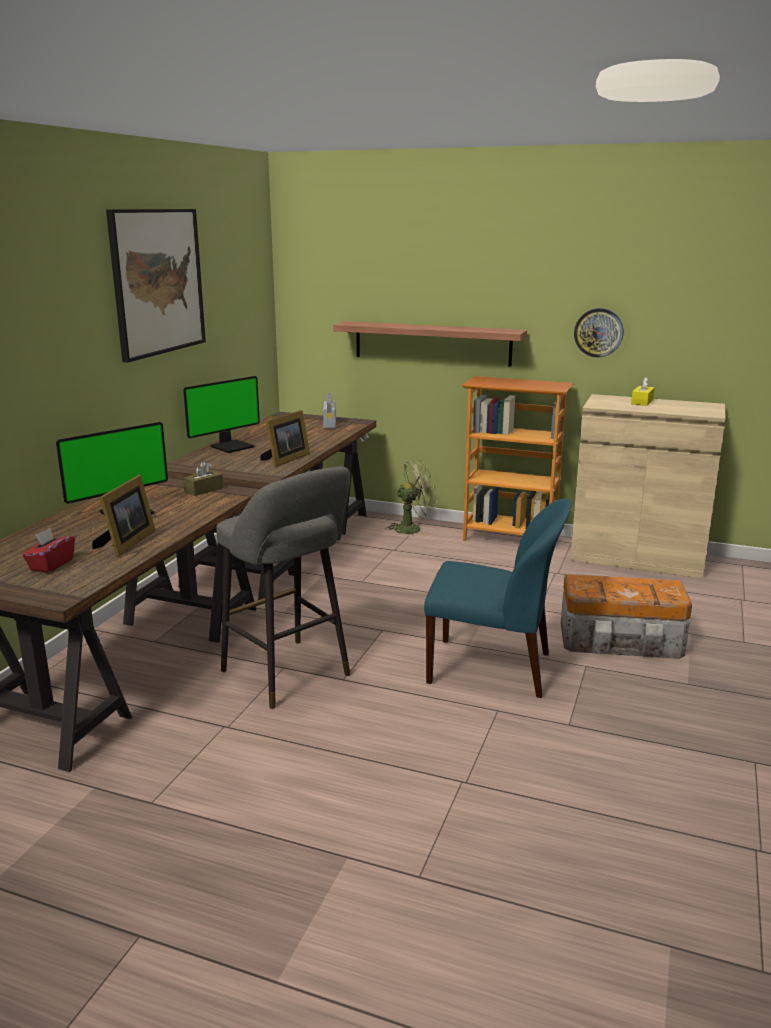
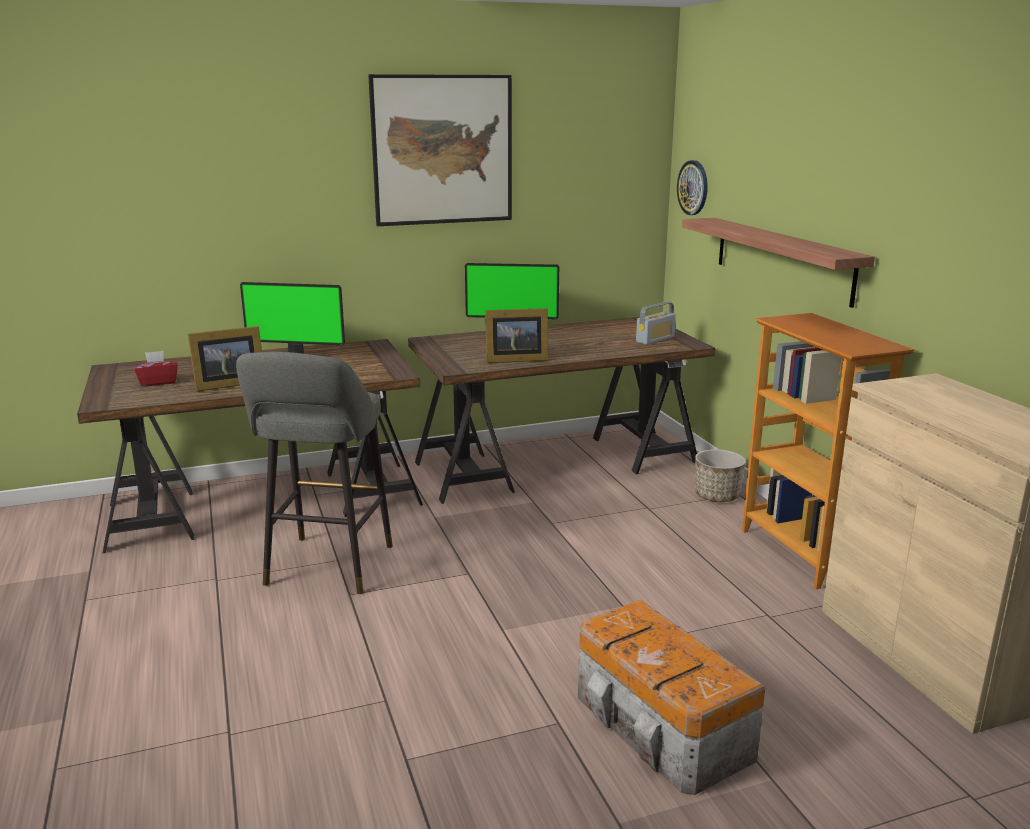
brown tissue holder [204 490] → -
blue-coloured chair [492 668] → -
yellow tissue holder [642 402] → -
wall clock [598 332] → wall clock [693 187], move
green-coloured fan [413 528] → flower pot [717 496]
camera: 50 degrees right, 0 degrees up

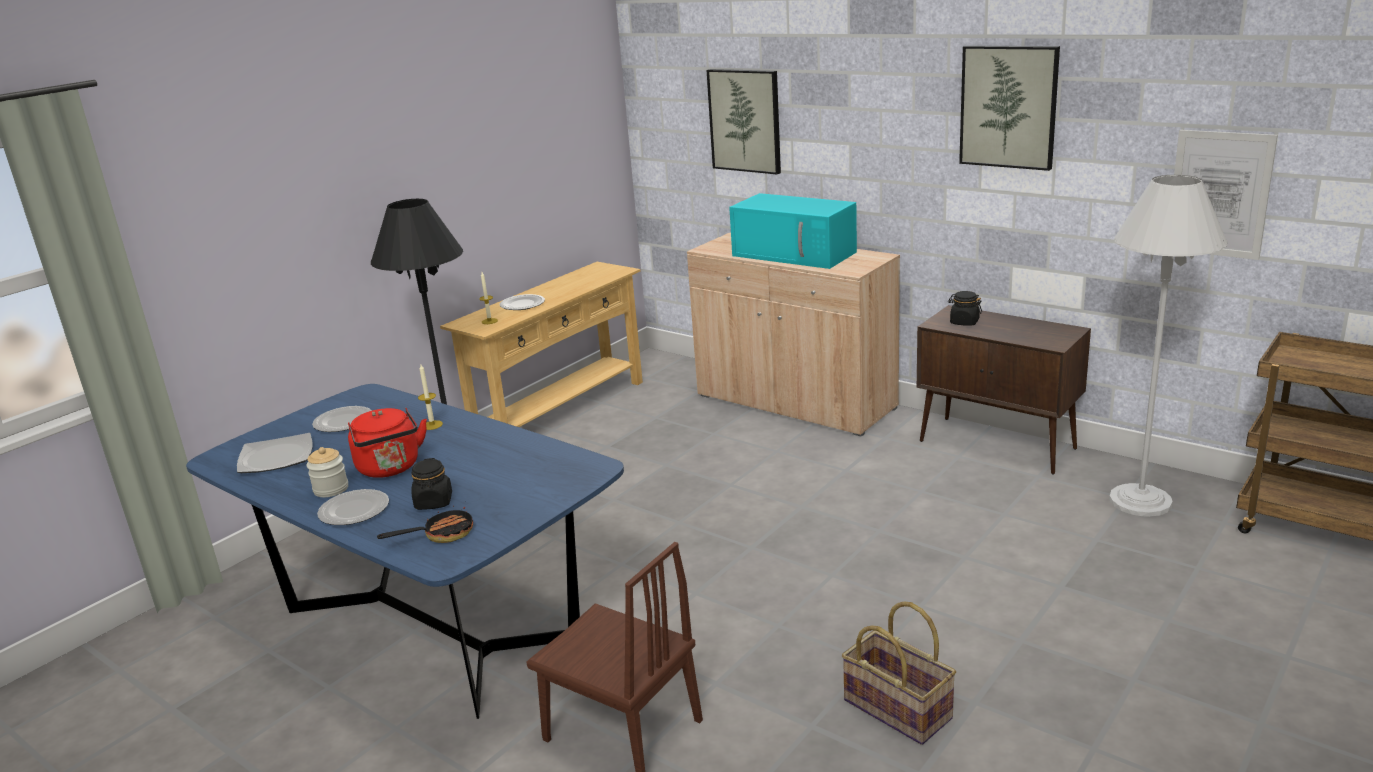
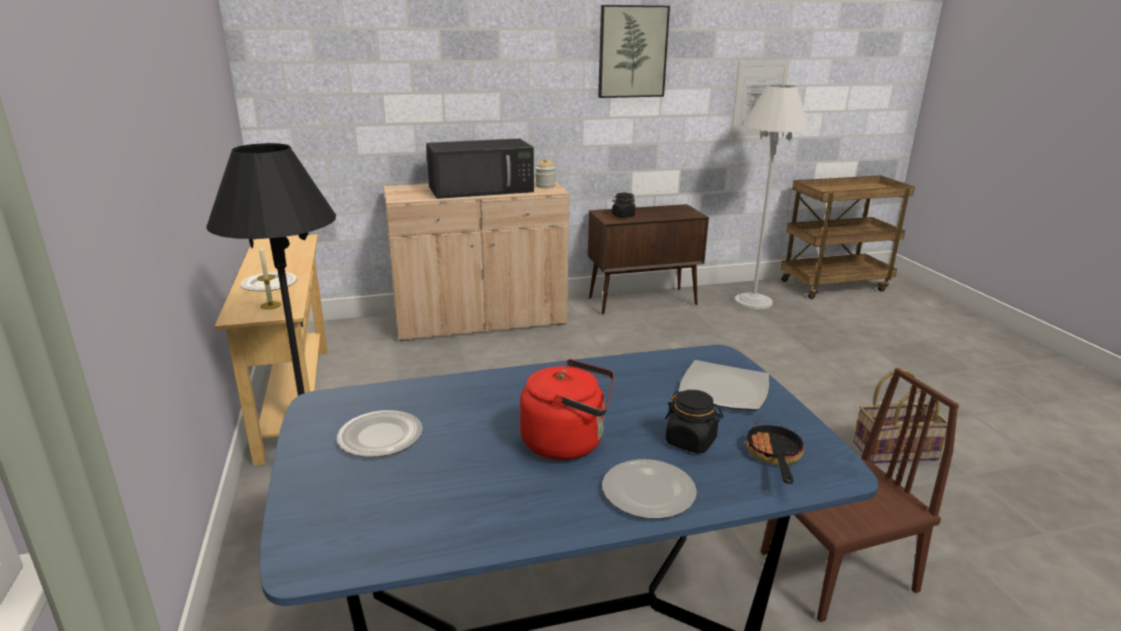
candle [432 425] → -
wall art [745 120] → -
flat dish [277 457] → flat dish [725 389], move
preserve jar [331 489] → preserve jar [545 186], move
blue-green microwave oven [795 254] → black-coloured microwave oven [482 189]
camera: 55 degrees left, 0 degrees up

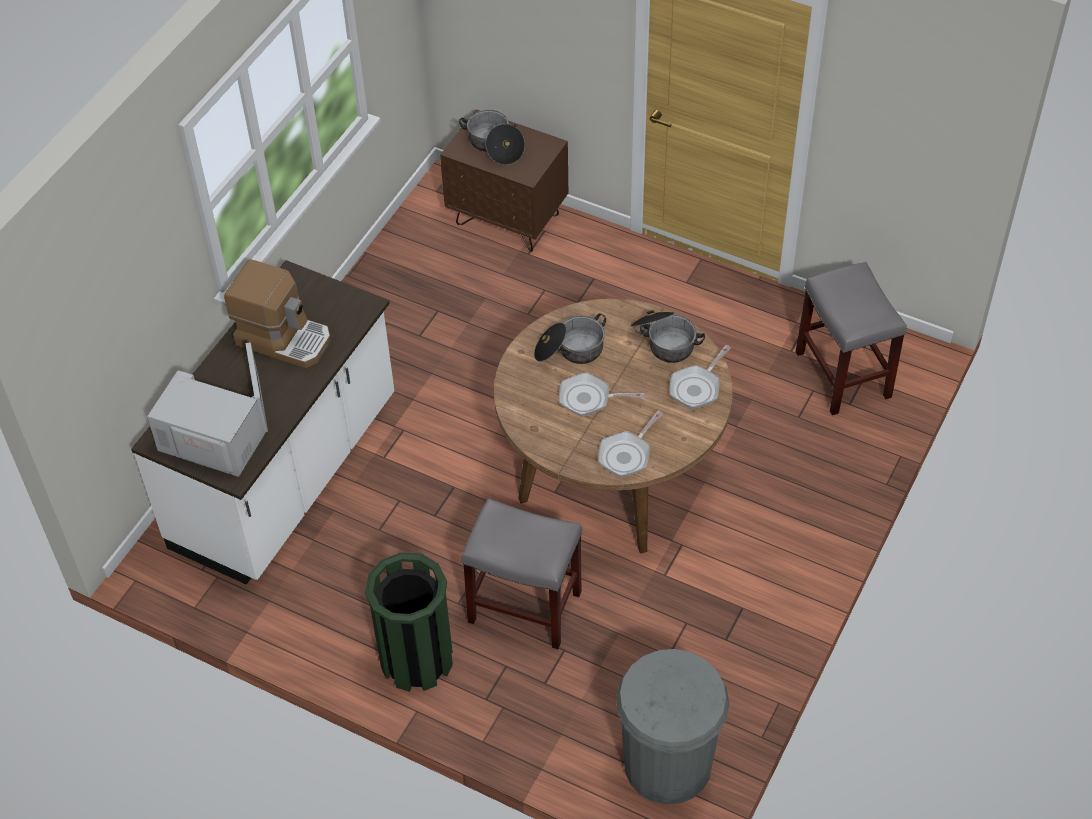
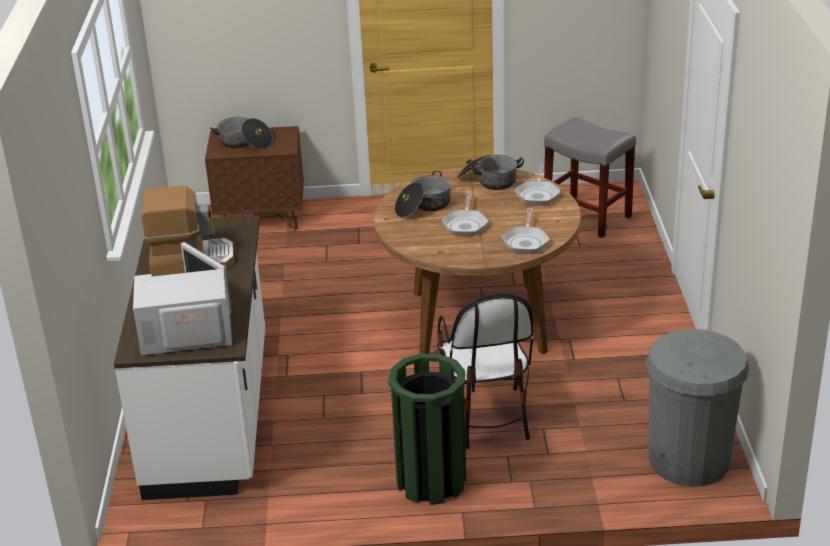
grey stool seat [523 607] → chair [486 417]
skillet [589 399] → skillet [465 224], 60 degrees counterclockwise
camera: 30 degrees left, 20 degrees down

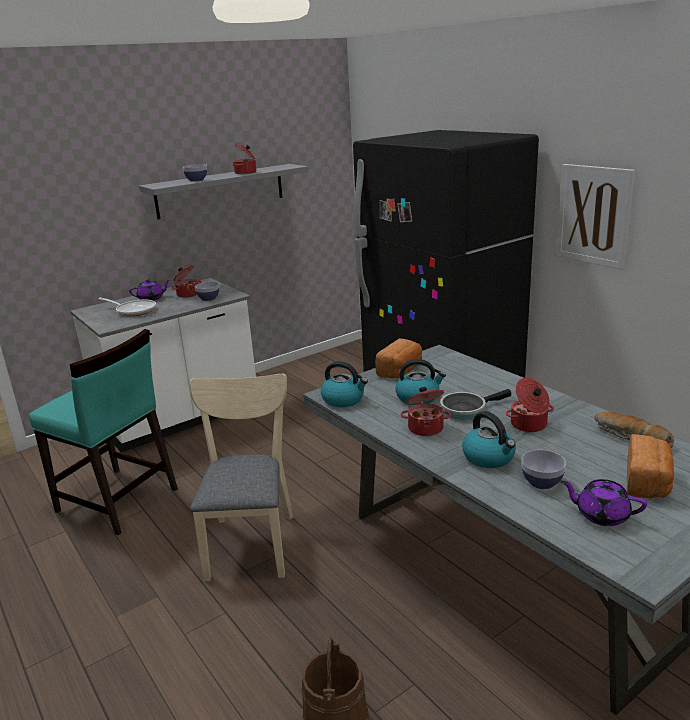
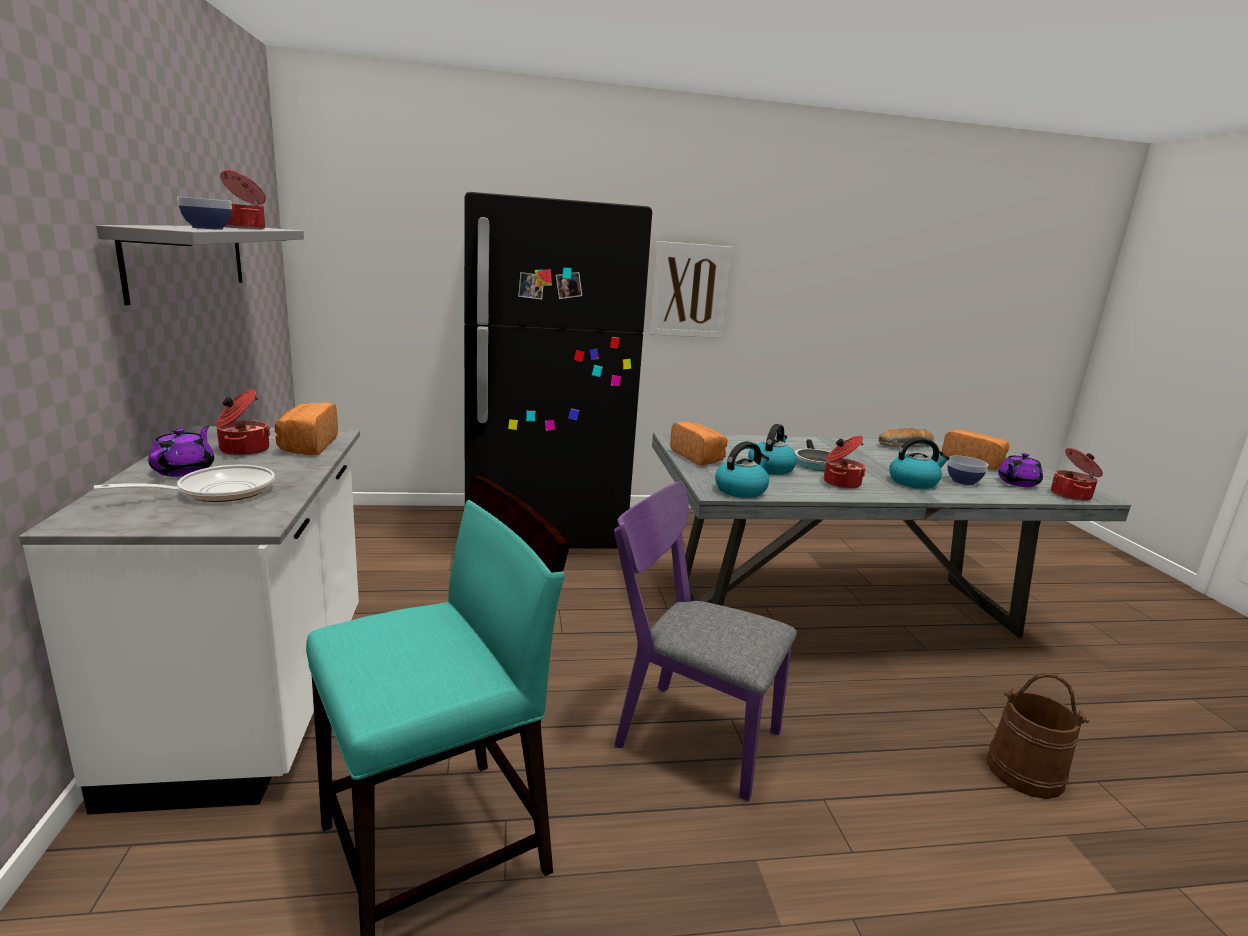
stockpot [529 425] → stockpot [1072 495], move
bowl [208 298] → bread [307 446]
beige chair [251 540] → purple chair [686 732]
camera: 65 degrees left, 5 degrees down

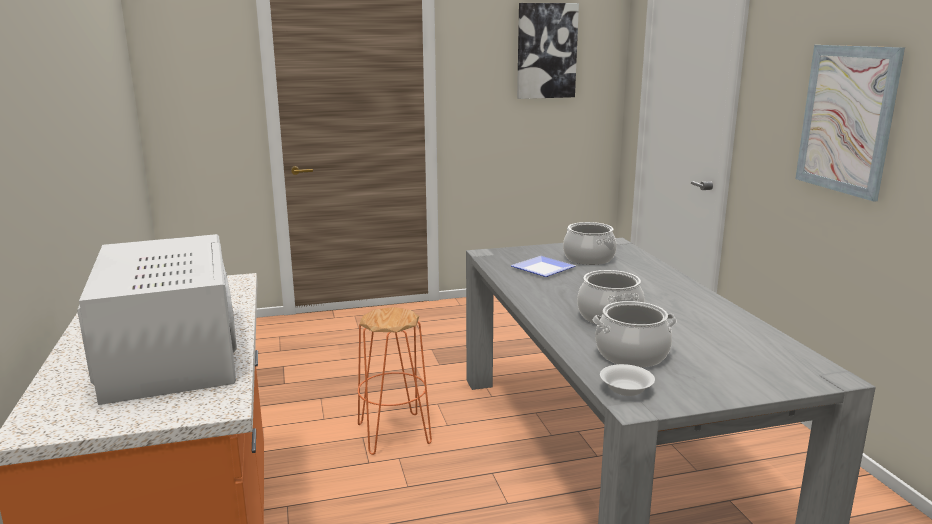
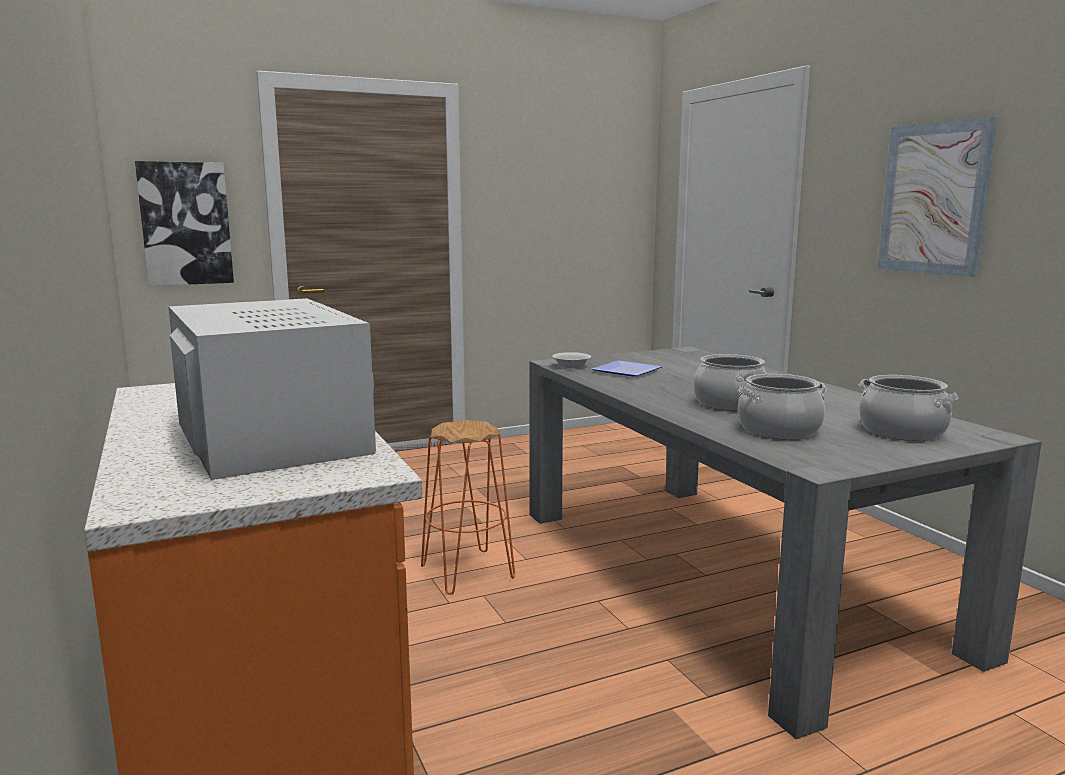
wall art [546 51] → wall art [186 224], move
stockpot [589 258] → stockpot [902 431], move
white bowl [625 389] → white bowl [571 366], move
camera: 10 degrees left, 5 degrees down

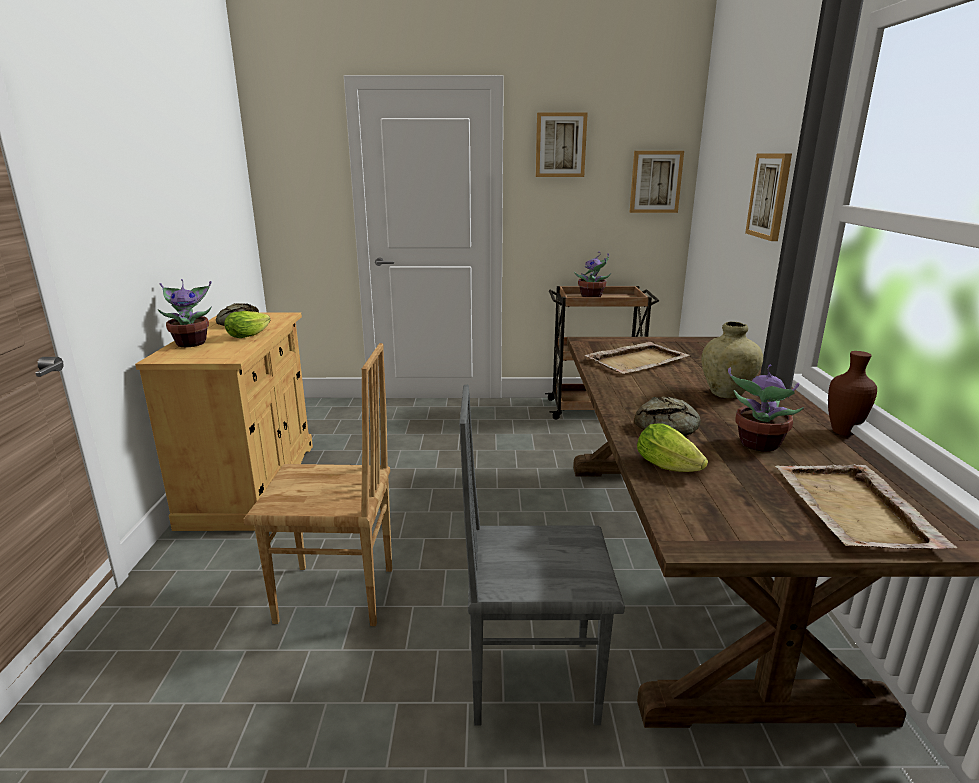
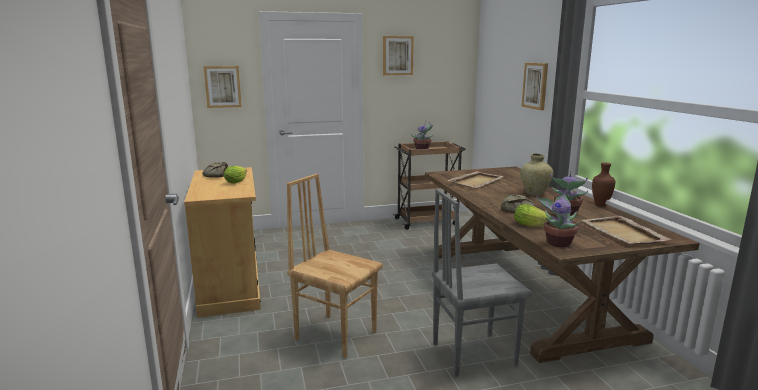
houseplant [192 343] → houseplant [557 242], move
wall art [655 182] → wall art [223 86], move
brown chair [336 596] → brown chair [336 334], 135 degrees counterclockwise
camera: 15 degrees left, 5 degrees down

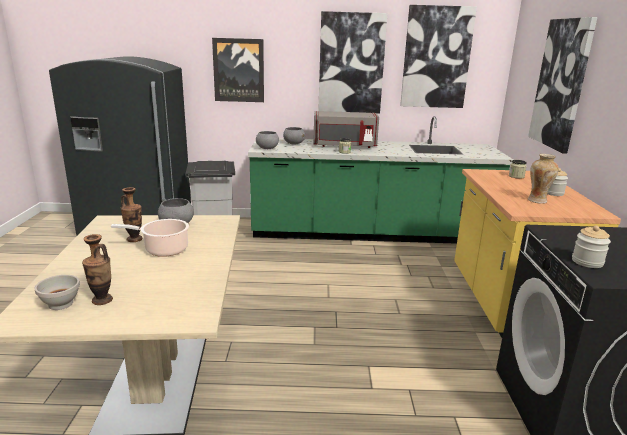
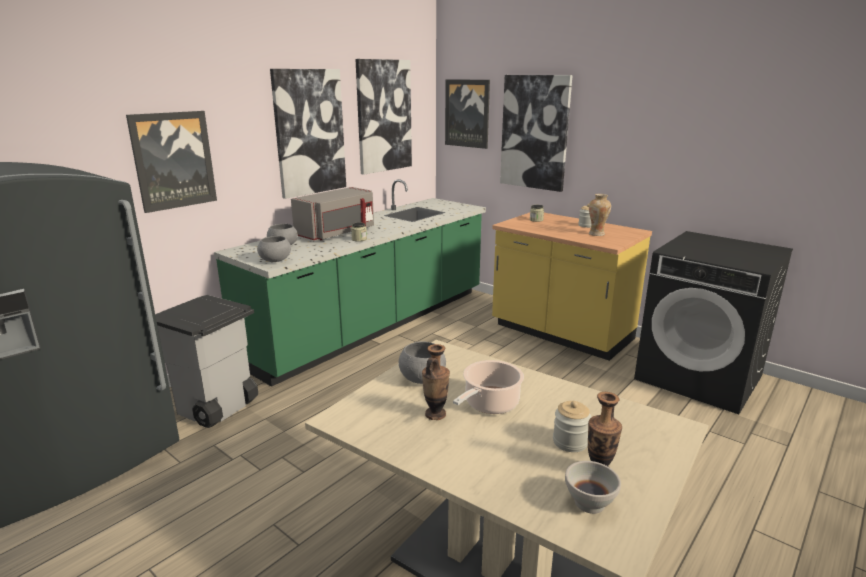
- → wall art [467 113]
preserve jar [587 262] → preserve jar [570 442], move
camera: 50 degrees left, 0 degrees up

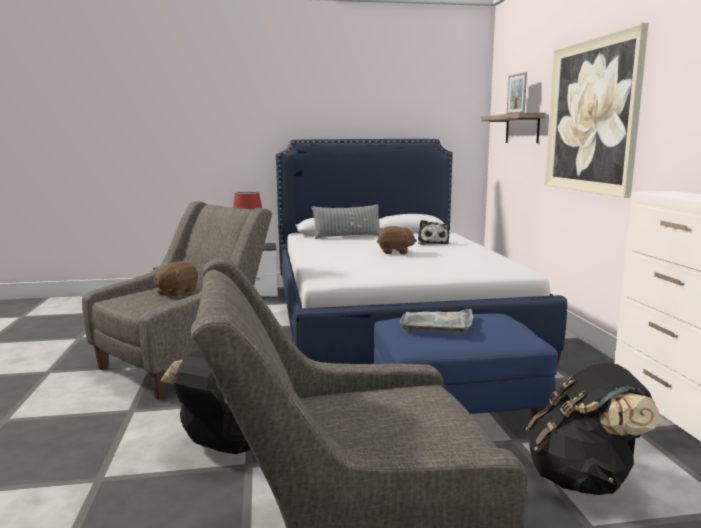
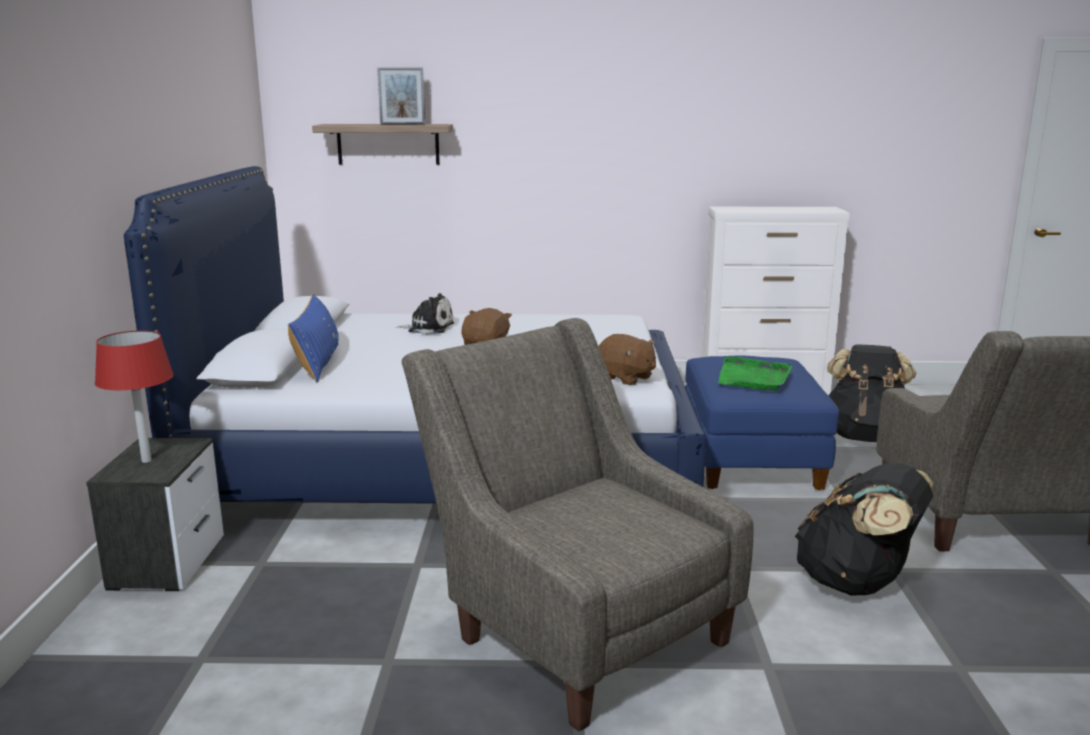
wall art [591 116] → -
brown plush toy [176 292] → brown plush toy [625 378], move
grey throw pillow [347 236] → blue-coloured throw pillow [318 362]
grey serving tray [437 323] → green-coloured serving tray [753 377]
camera: 80 degrees left, 5 degrees up

